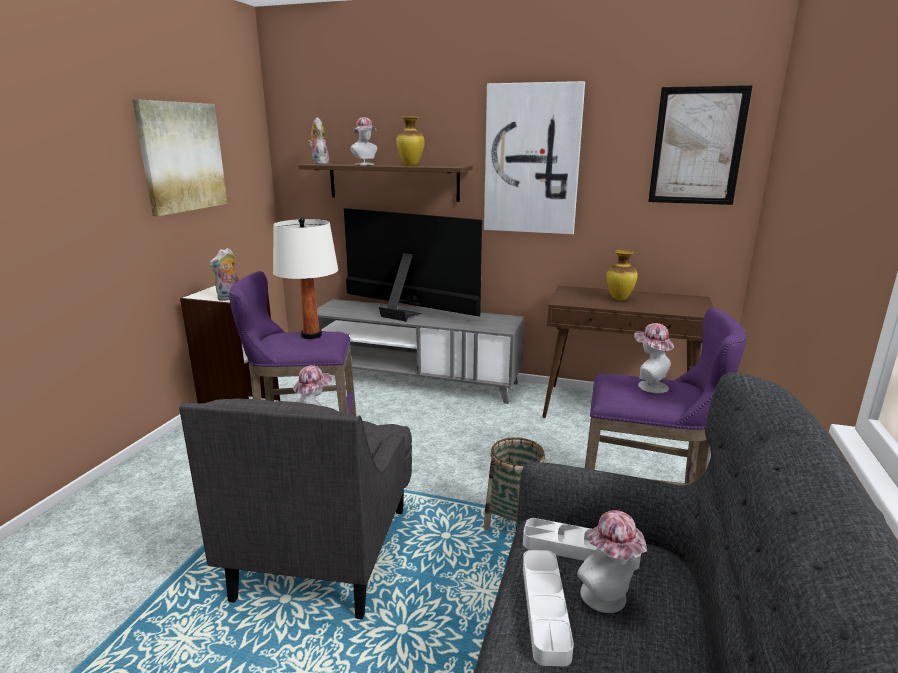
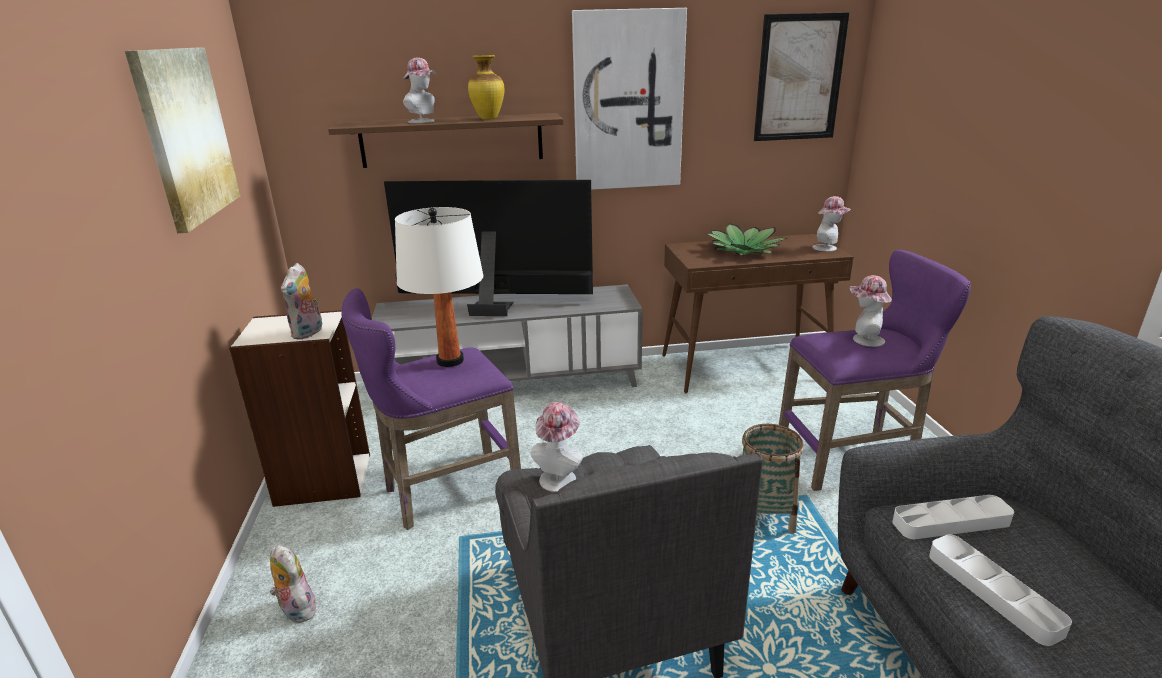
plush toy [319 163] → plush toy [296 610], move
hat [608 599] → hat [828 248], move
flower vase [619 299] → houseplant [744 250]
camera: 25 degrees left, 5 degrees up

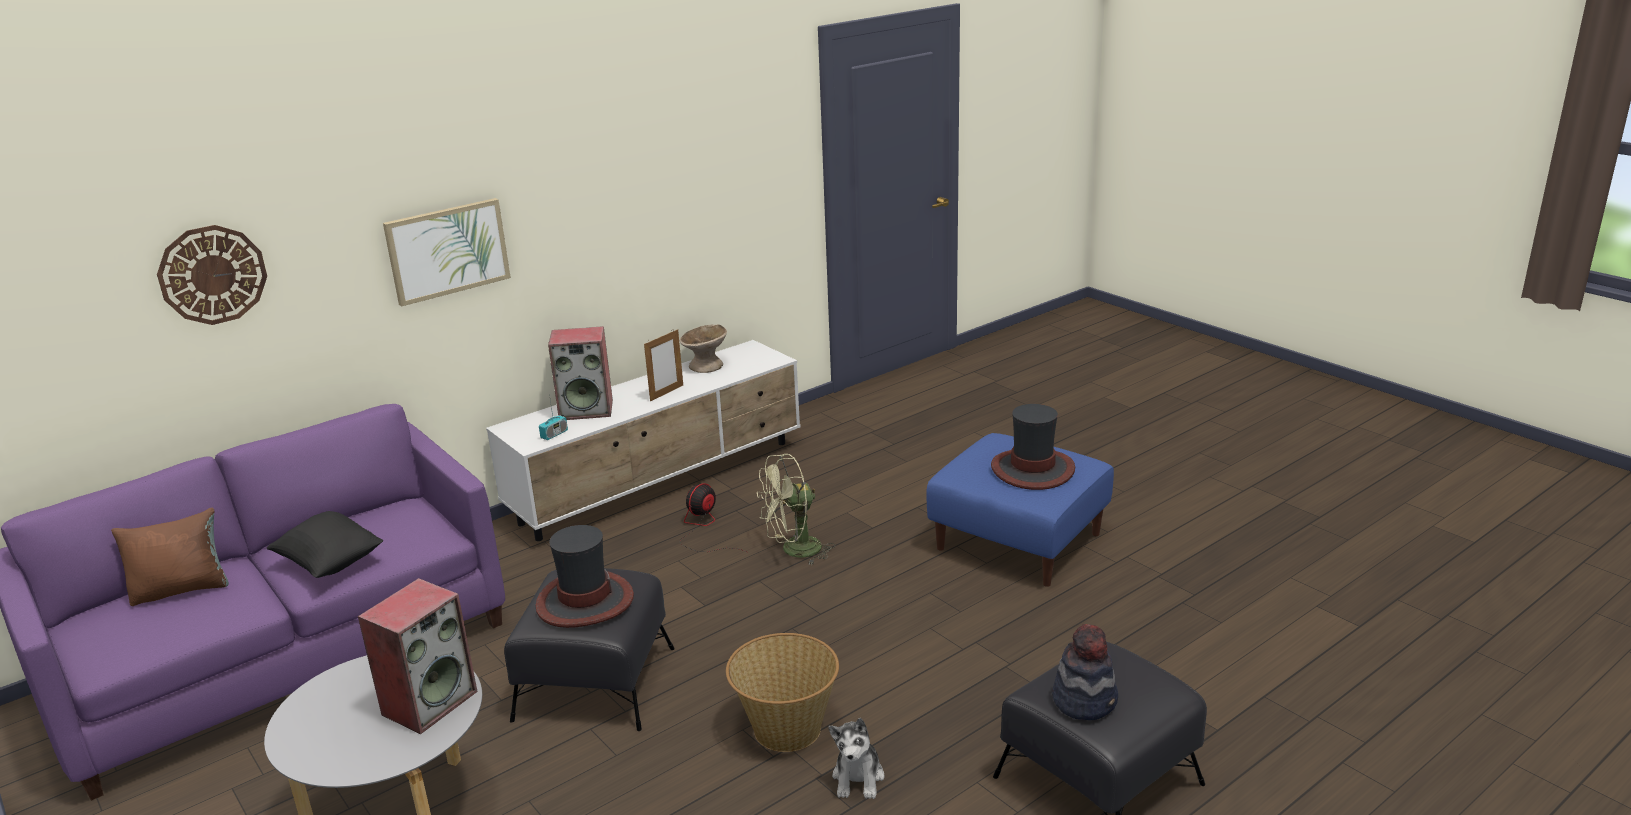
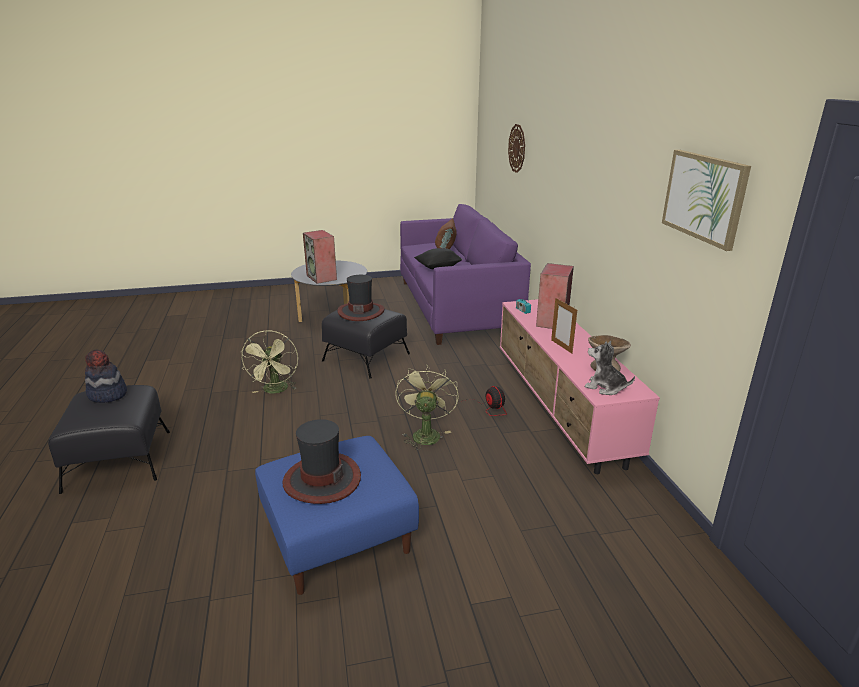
wall art [447 250] → wall art [704 197], move
plush toy [858 778] → plush toy [605 387], move
basket [786 730] → green-coloured fan [275 391]
white tv stand [660 482] → pink tv stand [560 408]
camera: 115 degrees right, 0 degrees up

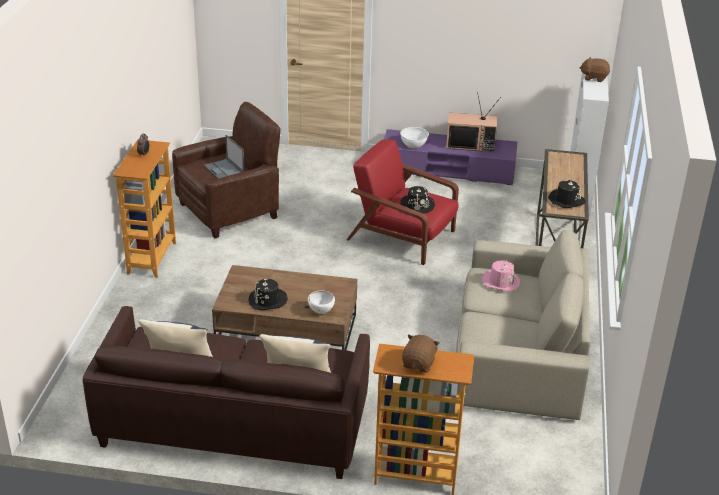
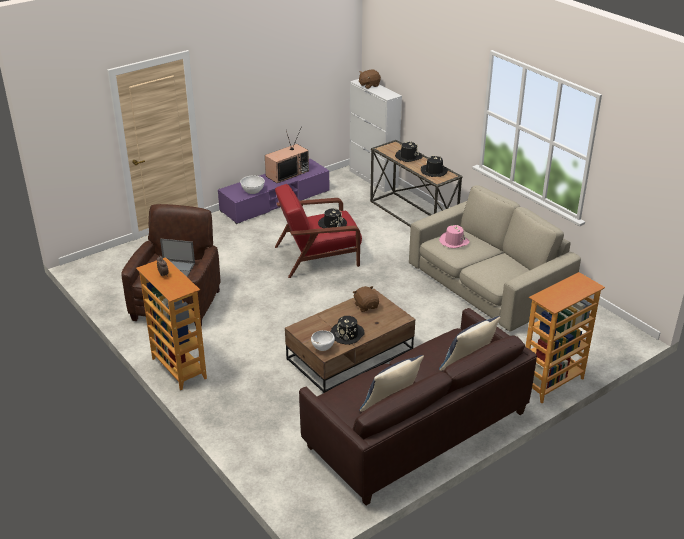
- → black-coloured hat [408 157]
white bowl [320 312] → white bowl [322 349], move
brown plush toy [419 364] → brown plush toy [366 306], move
camera: 45 degrees left, 0 degrees up

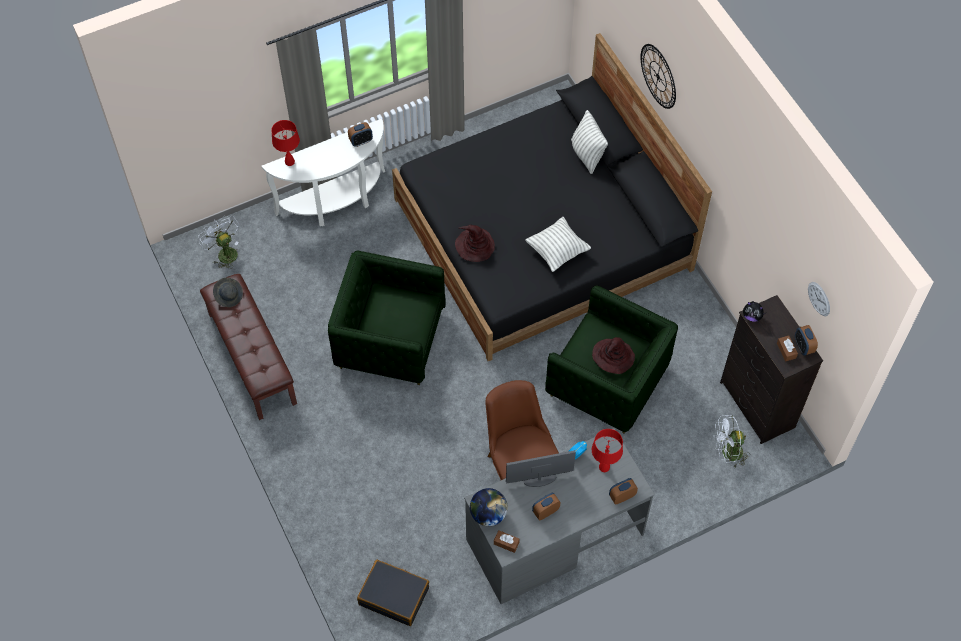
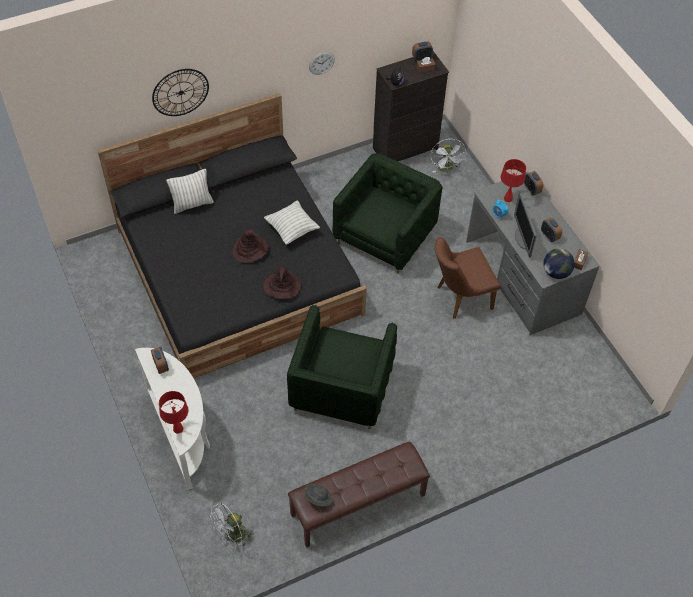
black-coloured piece of luggage [394 596] → -
brown hat [613 356] → brown hat [250 249], move
wall clock [819 299] → wall clock [321 63], move
camera: 90 degrees left, 5 degrees down

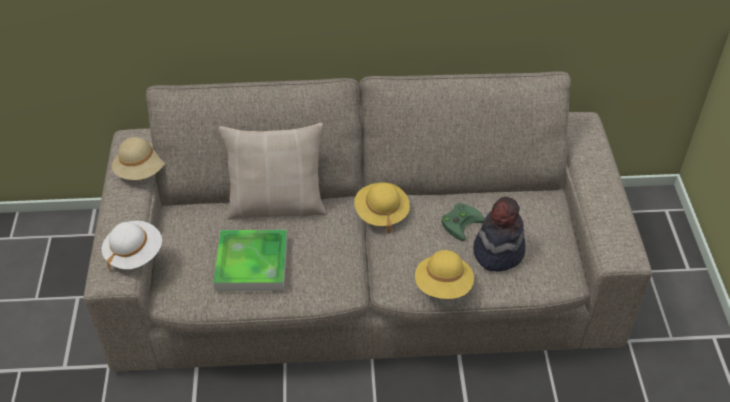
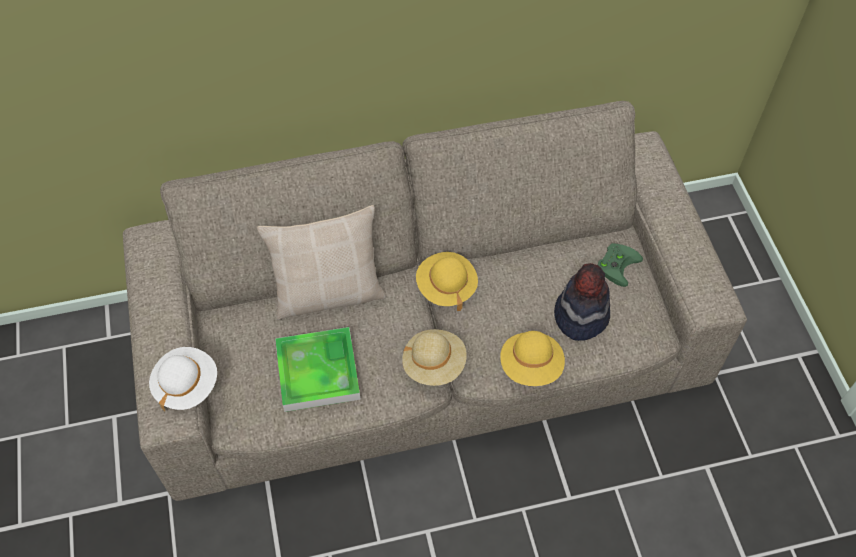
beige hat [142 170] → beige hat [434 364], move
green-coloured joypad [460 221] → green-coloured joypad [617 264], move
camera: 10 degrees left, 10 degrees up

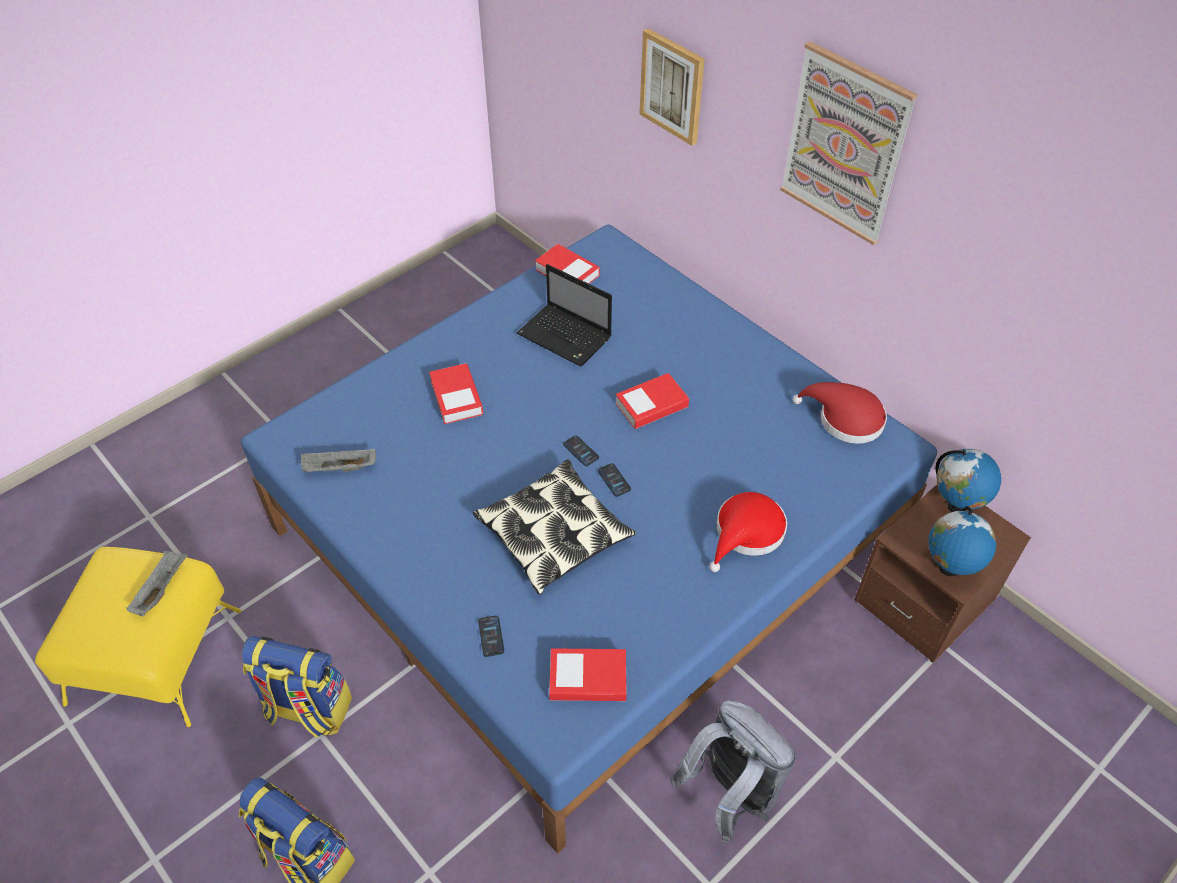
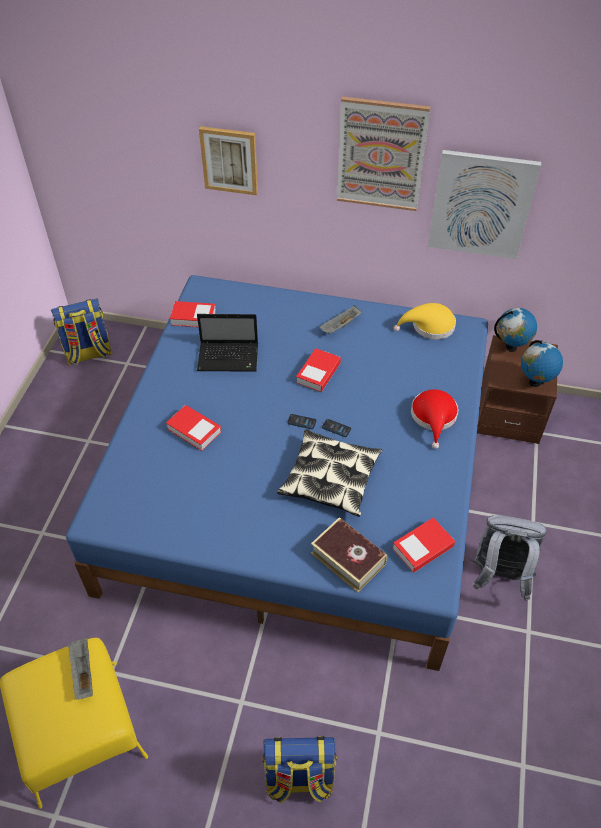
- → wall art [481 204]
backpack [307 709] → backpack [88 354], move
grey serving tray [339 469] → grey serving tray [340 326], move
handset [491 636] → bound book [348 558]
red hat [845 419] → yellow hat [429 326]
camera: 35 degrees left, 0 degrees up

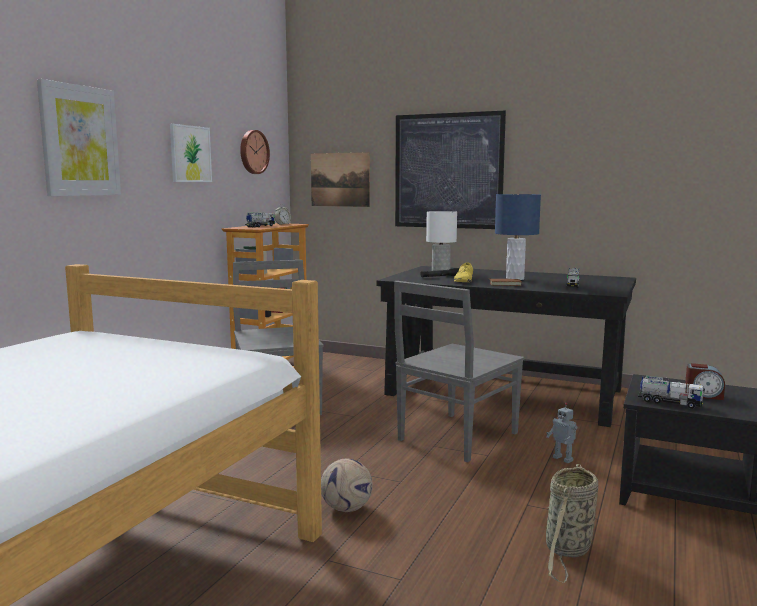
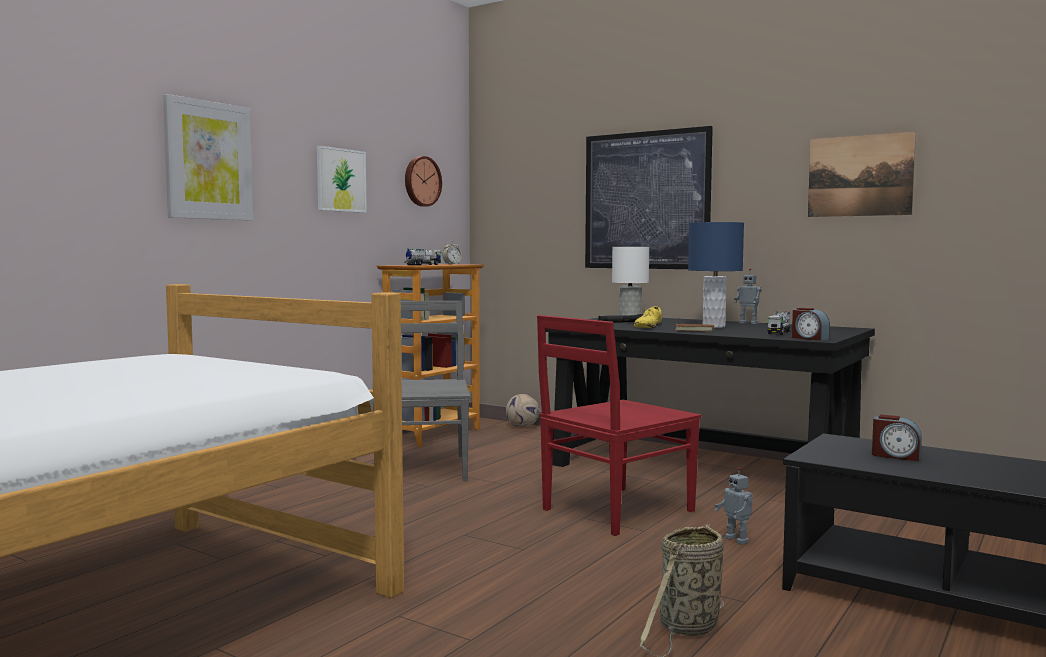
model truck [670 403] → -
- → robot figure [749 323]
- → bedside clock [809 338]
wall art [340 179] → wall art [860 175], move
football [346 509] → football [522 427], move
grey chair [456 437] → red chair [615 511]
camera: 10 degrees right, 5 degrees down

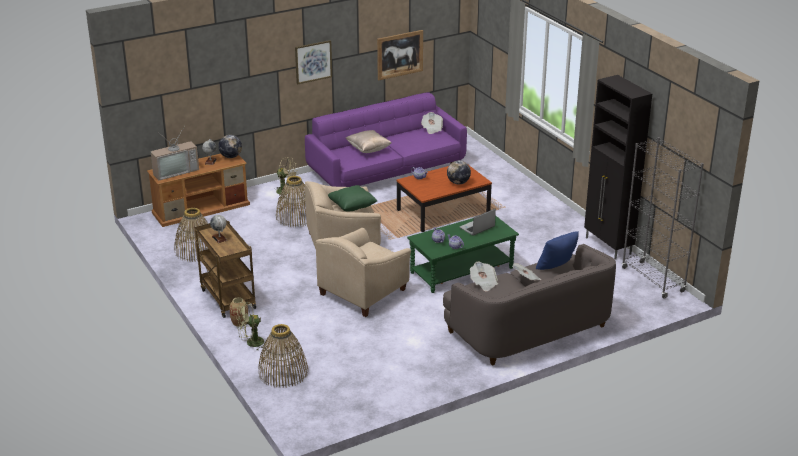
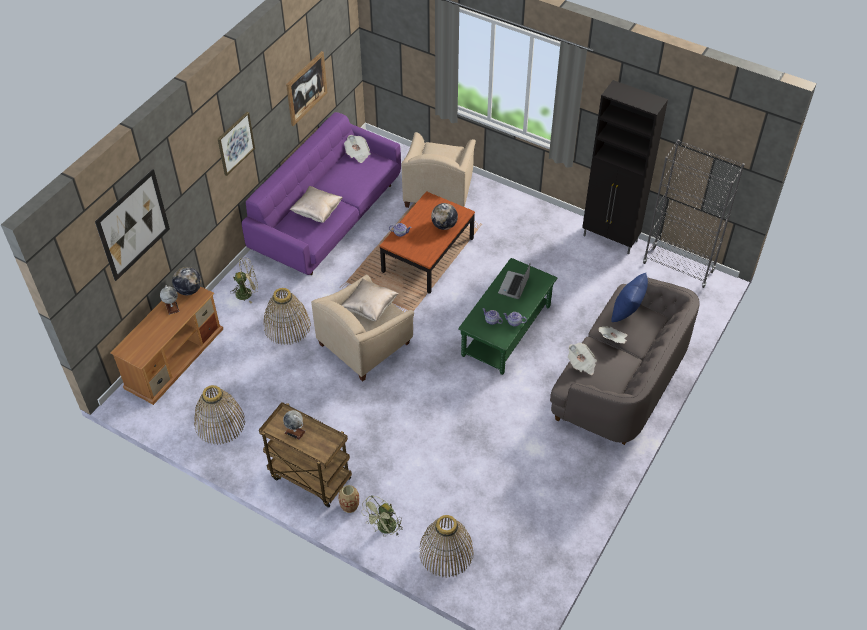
television [175 171] → -
- → wall art [133 225]
beige easy chair [363 292] → beige easy chair [438 191], move
green-coloured throw pillow [352 207] → beige throw pillow [370 308]
camera: 30 degrees left, 20 degrees up

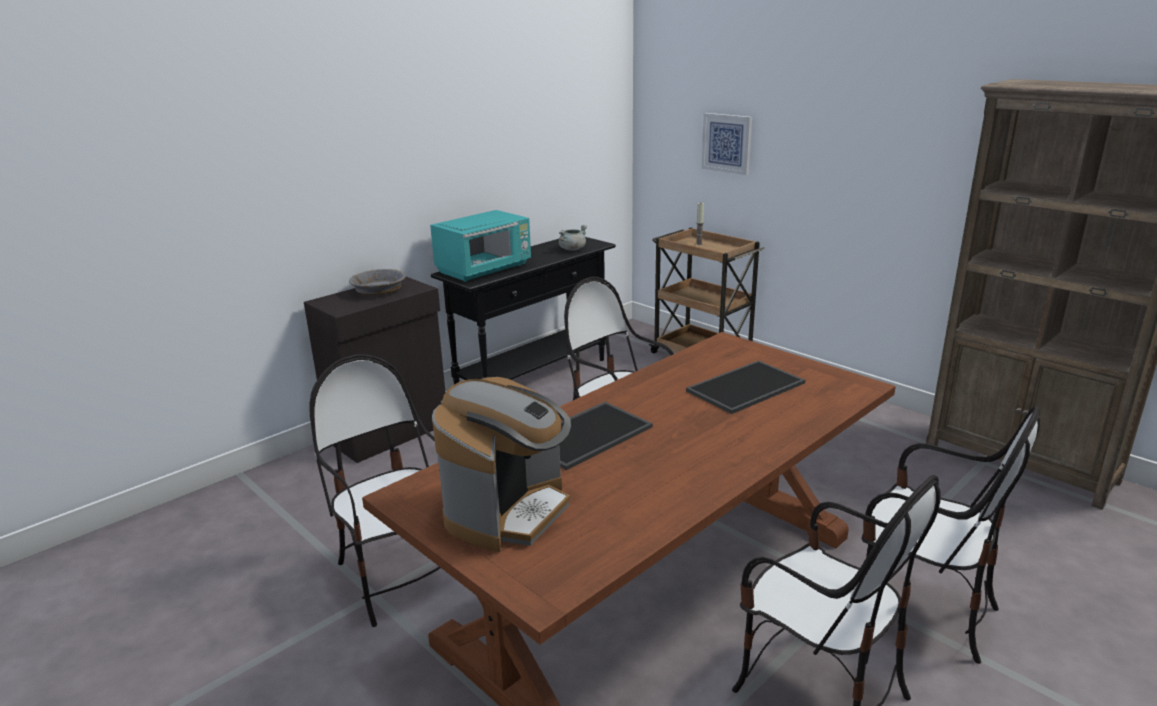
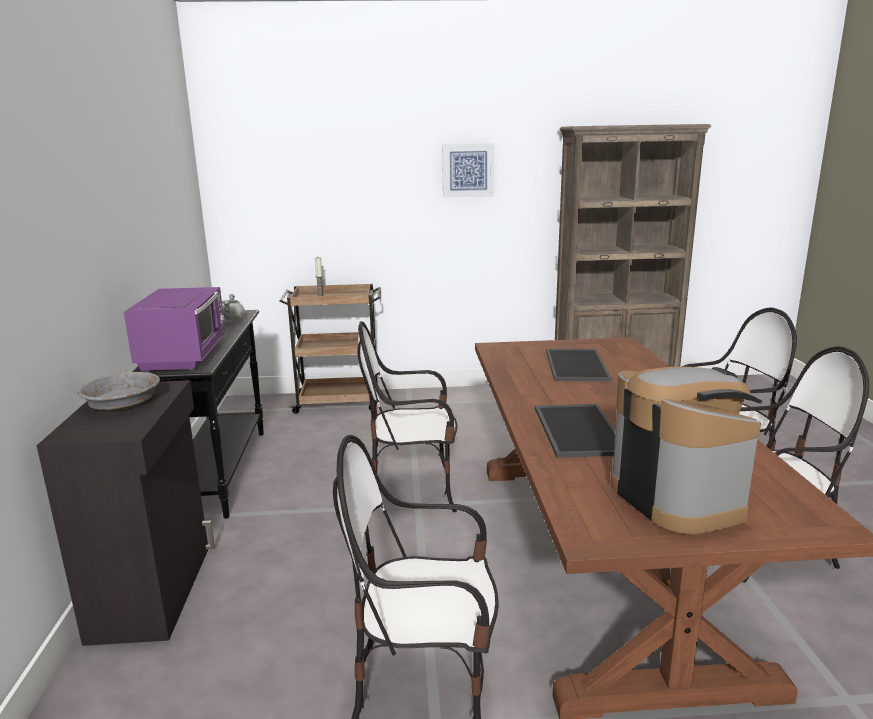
wall art [727 143] → wall art [468 170], move
blue-green microwave oven [485 269] → purple microwave oven [185 356]
camera: 50 degrees left, 5 degrees down

